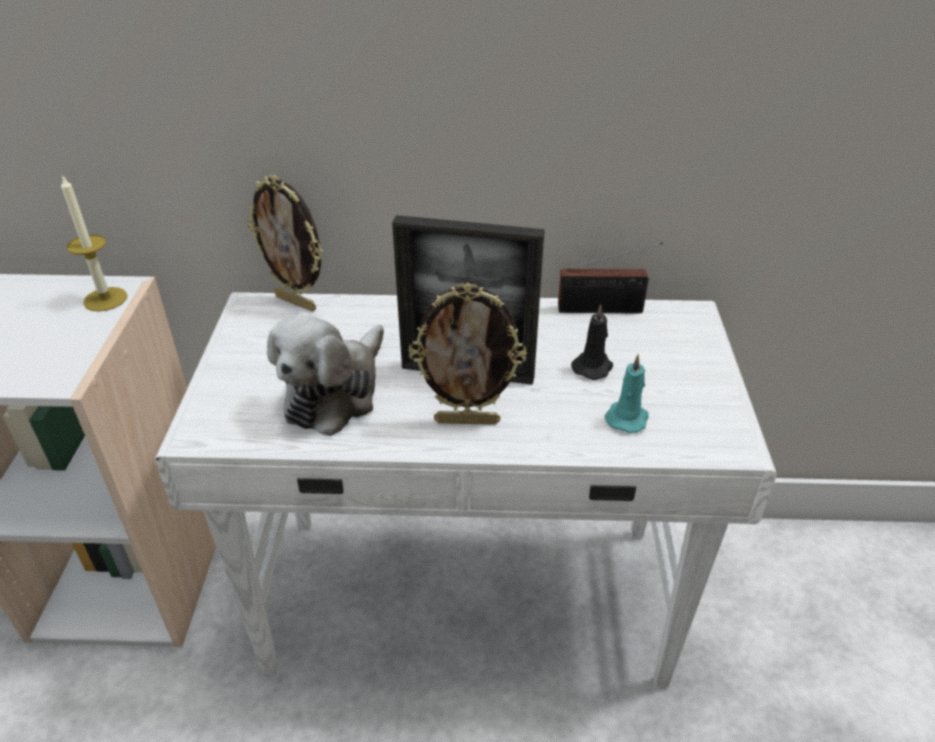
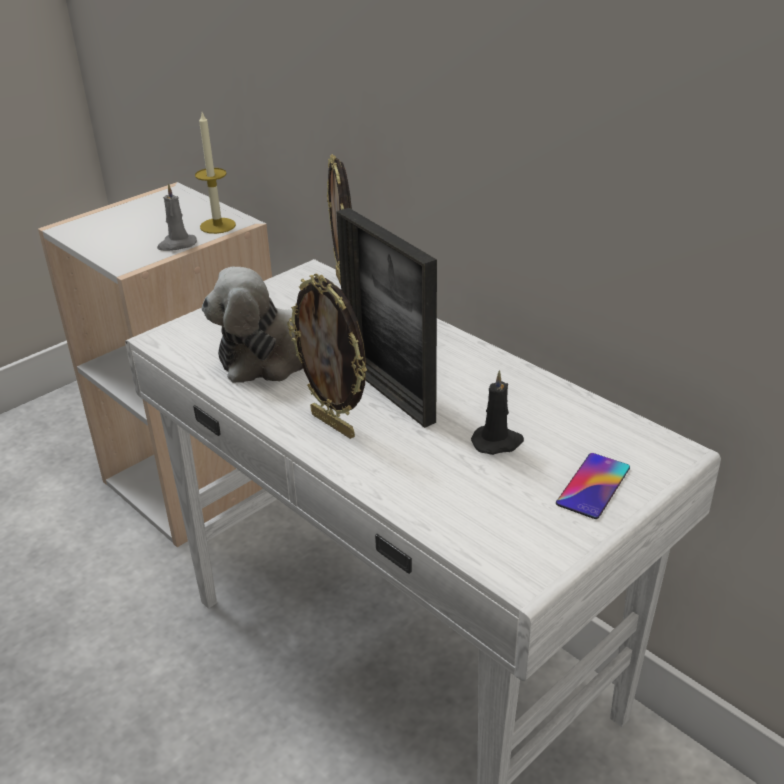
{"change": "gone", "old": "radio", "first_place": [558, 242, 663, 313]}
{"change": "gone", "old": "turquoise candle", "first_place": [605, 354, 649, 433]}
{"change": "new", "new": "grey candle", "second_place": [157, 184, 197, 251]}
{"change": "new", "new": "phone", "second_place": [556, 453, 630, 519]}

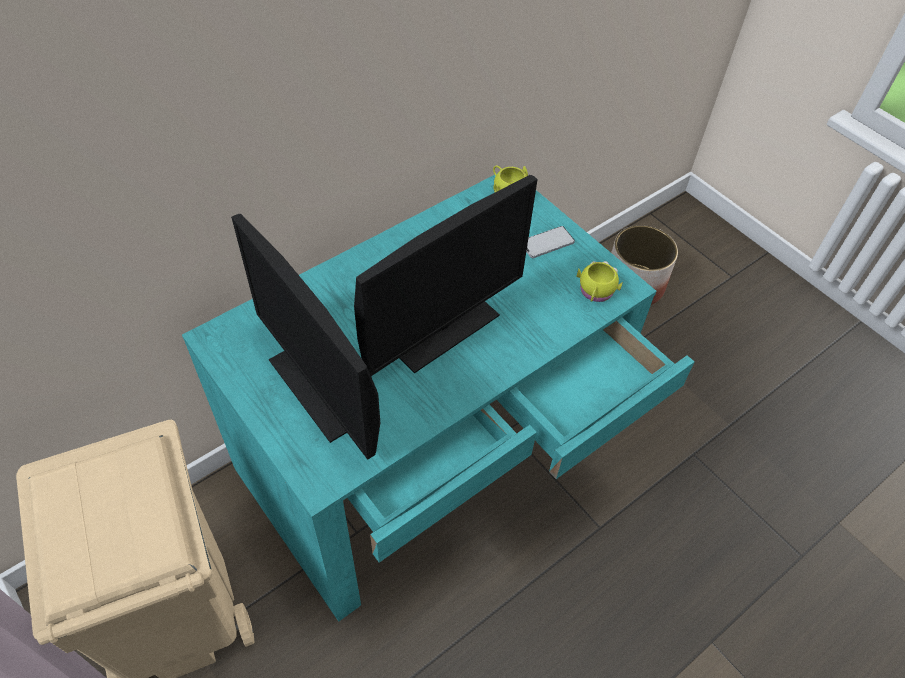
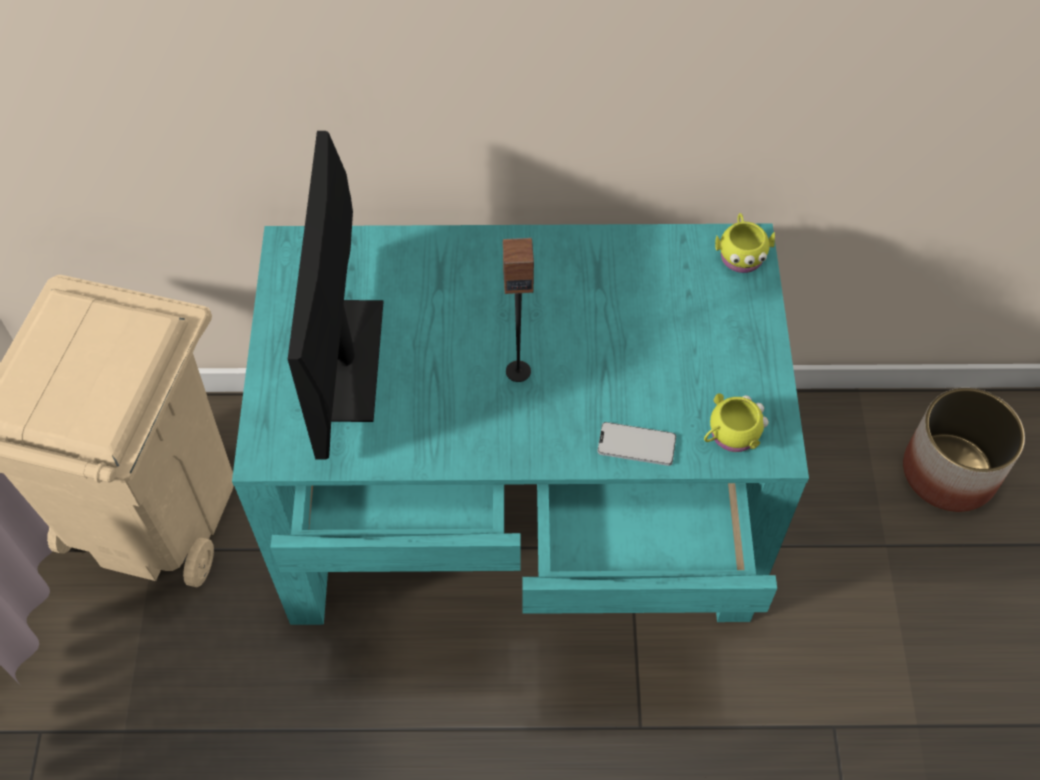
{"change": "swapped", "old": "monitor", "new": "speaker", "first_place": [354, 175, 538, 376], "second_place": [503, 238, 534, 382]}
{"change": "shifted", "old": "phone", "first_place": [526, 226, 575, 258], "second_place": [598, 422, 676, 466]}

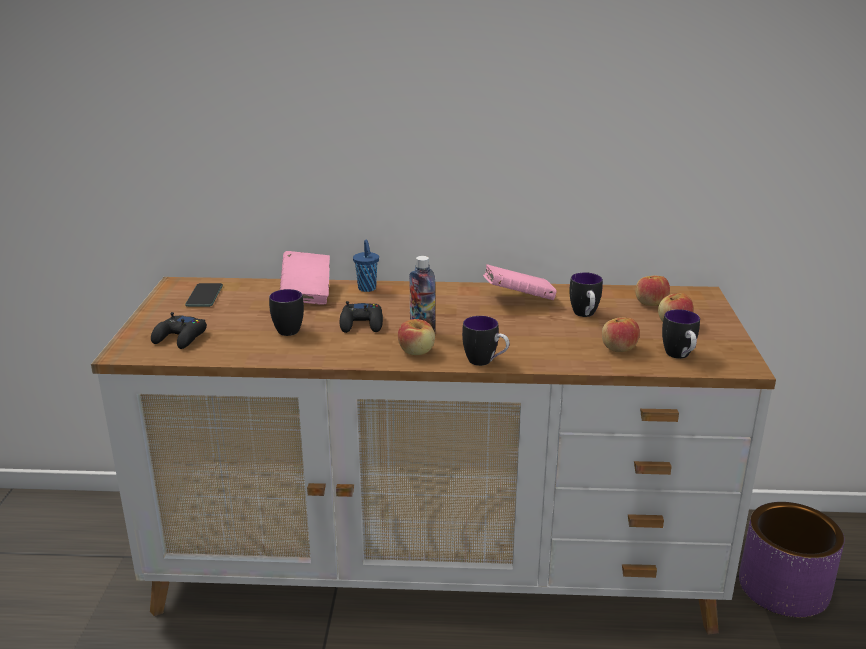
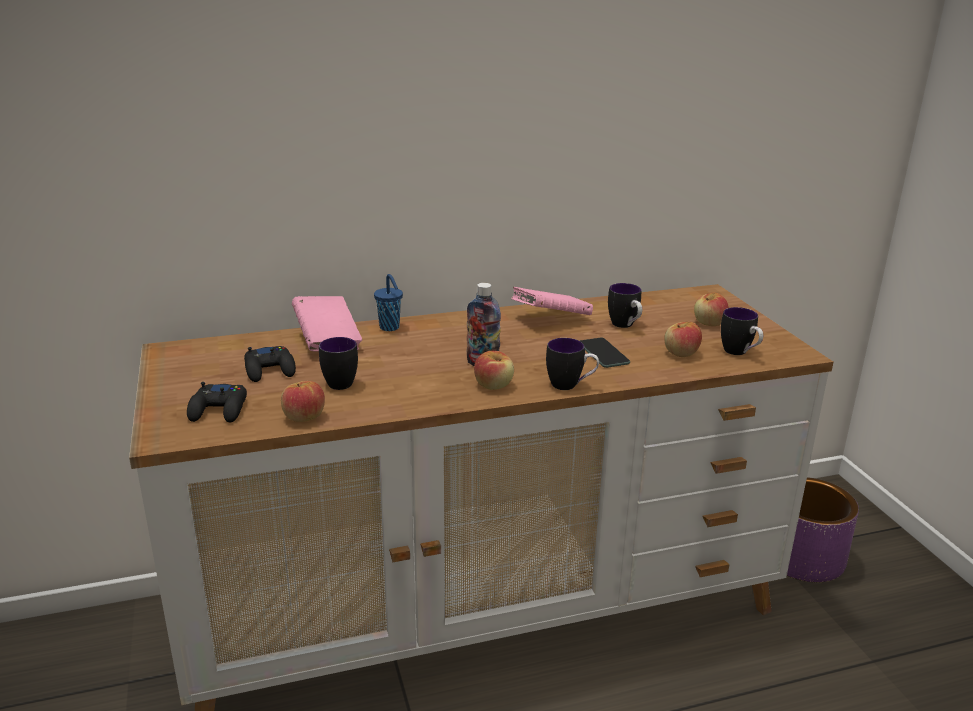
{"change": "shifted", "old": "phone", "first_place": [185, 283, 223, 307], "second_place": [580, 338, 630, 368]}
{"change": "shifted", "old": "black game controller", "first_place": [340, 301, 383, 333], "second_place": [244, 346, 296, 382]}
{"change": "shifted", "old": "apple", "first_place": [635, 276, 670, 306], "second_place": [281, 381, 325, 422]}

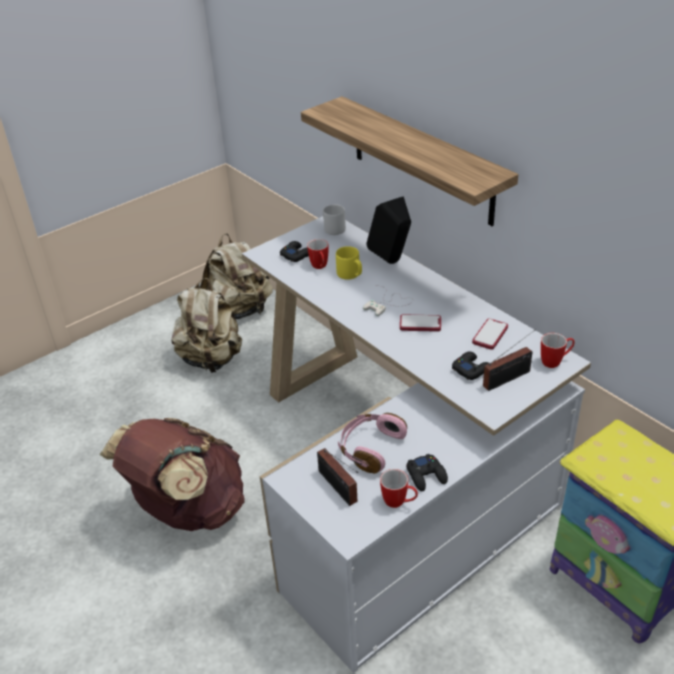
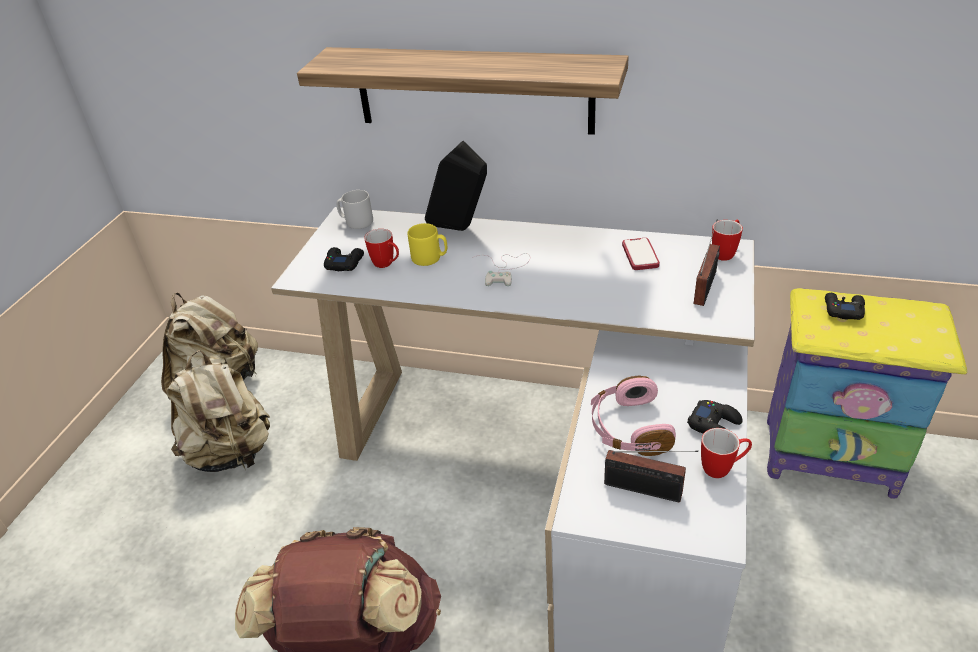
{"change": "gone", "old": "phone", "first_place": [400, 314, 441, 332]}
{"change": "shifted", "old": "black game controller", "first_place": [452, 351, 489, 380], "second_place": [825, 293, 865, 320]}

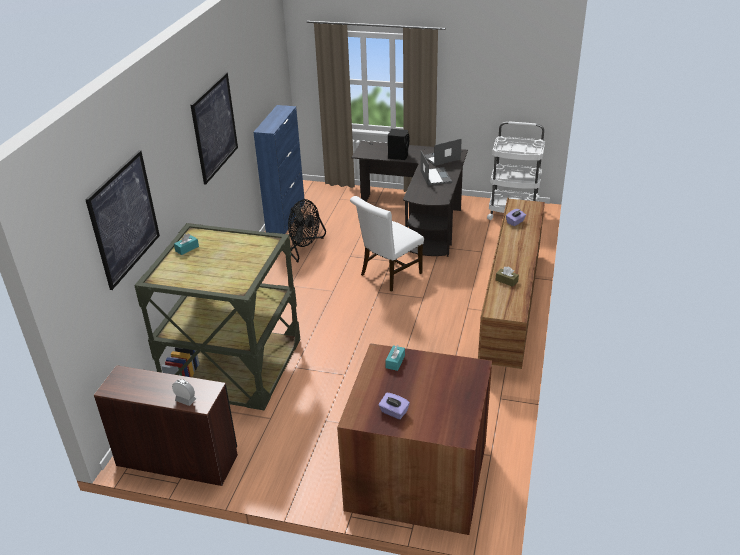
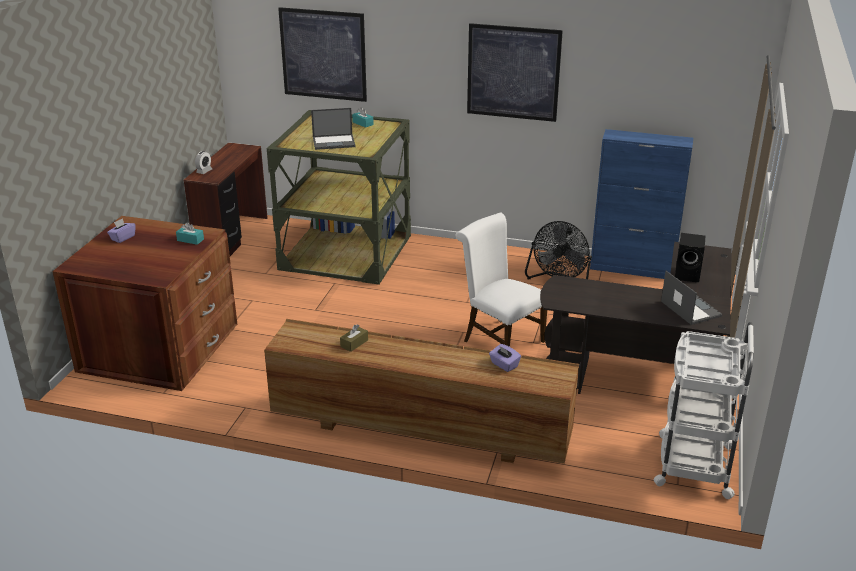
{"change": "shifted", "old": "laptop", "first_place": [420, 151, 452, 186], "second_place": [311, 108, 355, 150]}

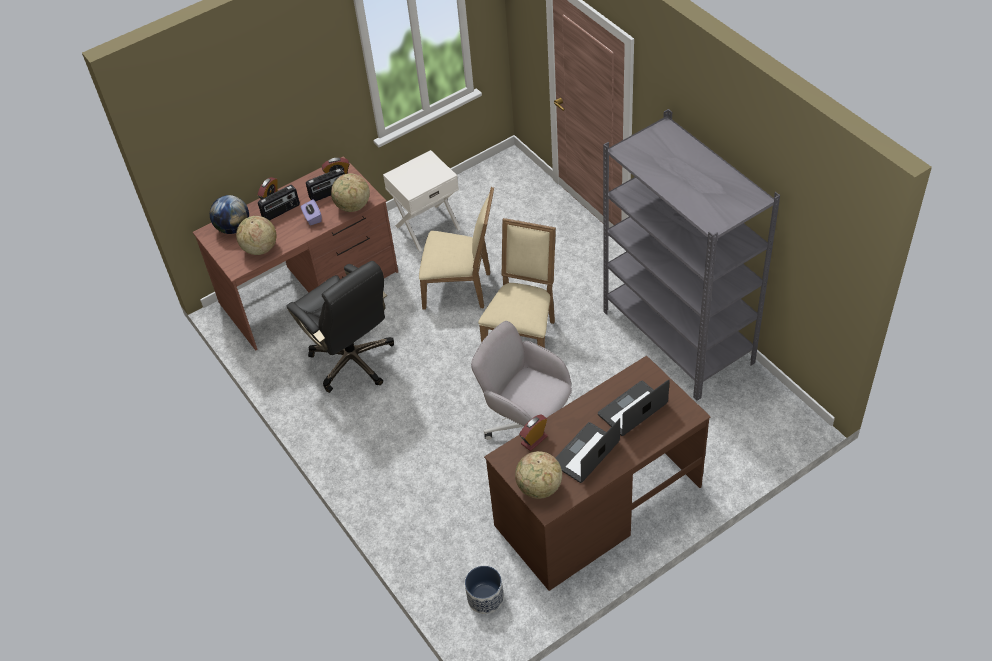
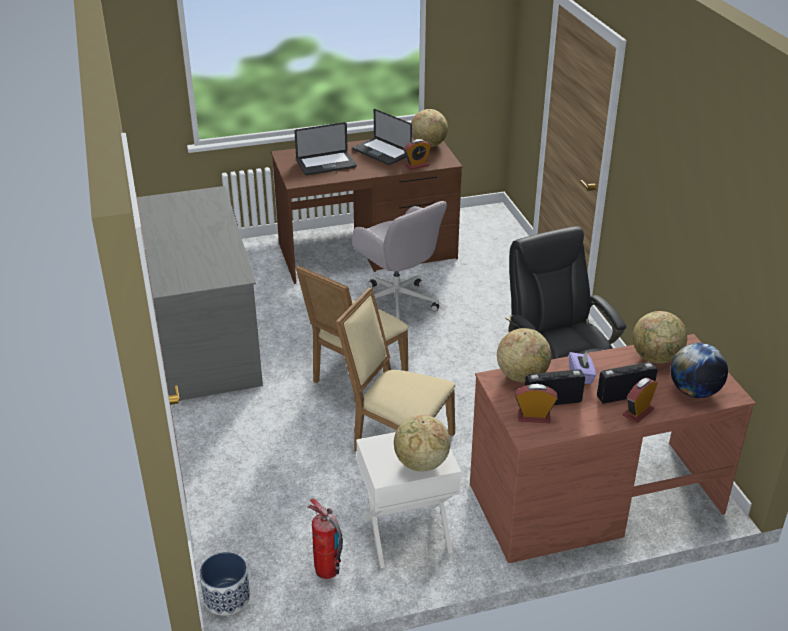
{"change": "shifted", "old": "planter", "first_place": [465, 566, 504, 614], "second_place": [200, 552, 250, 616]}
{"change": "rotated", "old": "laptop", "first_place": [556, 418, 620, 483], "second_place": [353, 109, 412, 165], "degrees": 75}
{"change": "swapped", "old": "grey bookcase", "new": "grey desk", "first_place": [603, 109, 780, 401], "second_place": [137, 186, 263, 400]}
{"change": "new", "new": "fire extinguisher", "second_place": [308, 498, 343, 579]}
{"change": "new", "new": "globe", "second_place": [394, 415, 450, 472]}

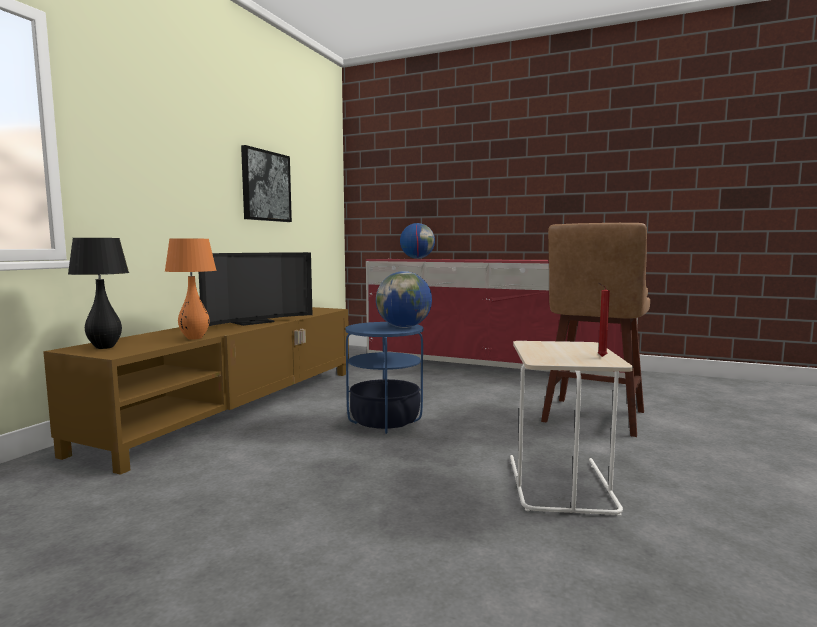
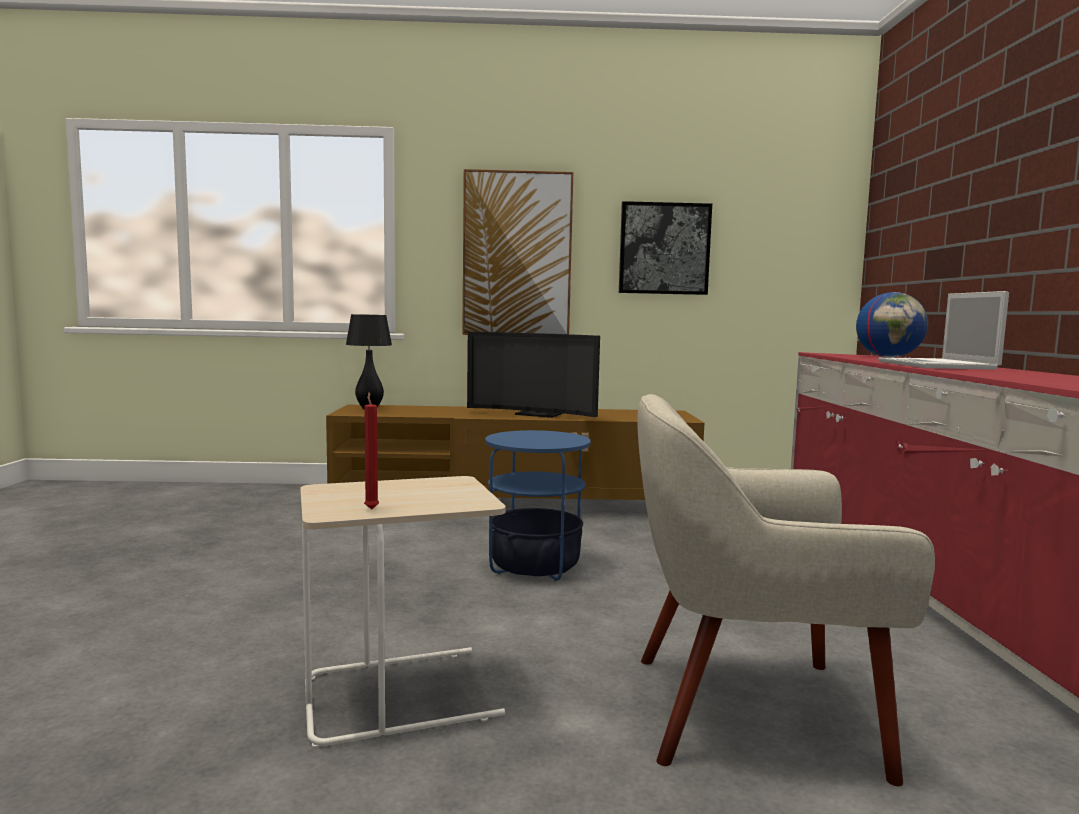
{"change": "gone", "old": "orange table lamp", "first_place": [165, 238, 217, 340]}
{"change": "gone", "old": "globe", "first_place": [376, 271, 432, 328]}
{"change": "swapped", "old": "brown stool", "new": "beige armchair", "first_place": [541, 223, 650, 437], "second_place": [637, 394, 935, 786]}
{"change": "new", "new": "picture", "second_place": [462, 169, 573, 335]}
{"change": "new", "new": "laptop", "second_place": [878, 291, 1009, 370]}

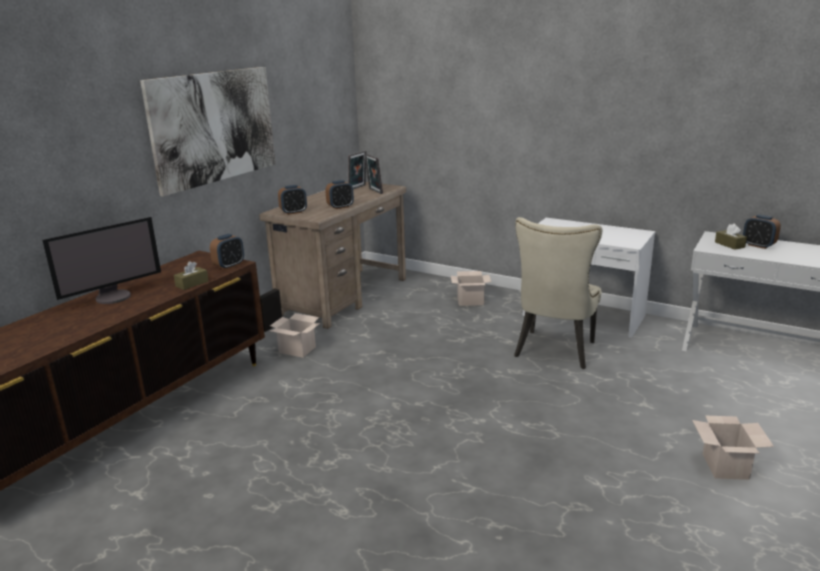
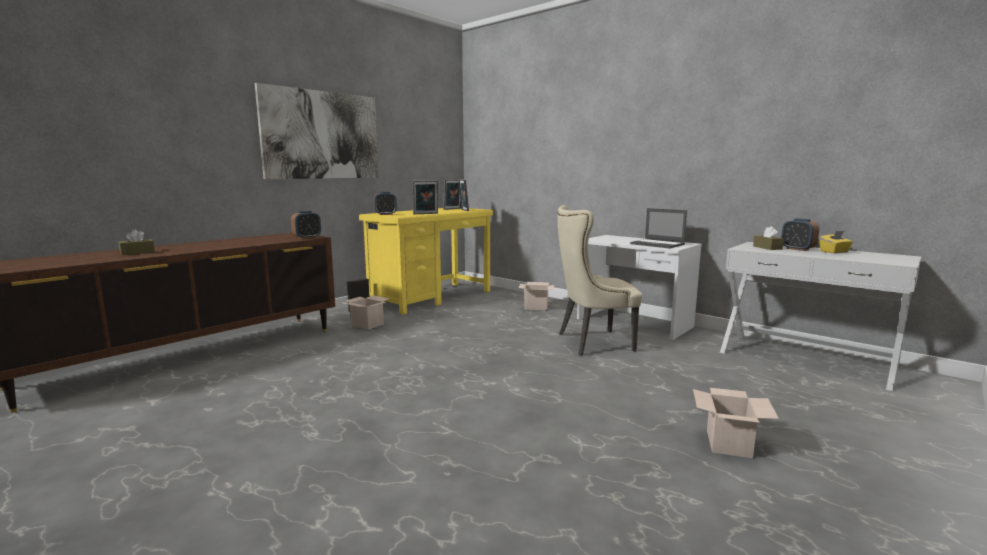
{"change": "gone", "old": "monitor", "first_place": [42, 217, 161, 304]}
{"change": "shifted", "old": "brown tissue box", "first_place": [174, 261, 208, 290], "second_place": [119, 229, 155, 255]}
{"change": "repainted", "old": "brown desk", "new": "yellow desk", "first_place": [259, 182, 406, 329], "second_place": [359, 208, 493, 315]}
{"change": "swapped", "old": "alarm clock", "new": "picture frame", "first_place": [325, 180, 354, 209], "second_place": [413, 181, 438, 214]}
{"change": "rotated", "old": "beige chair", "first_place": [514, 217, 603, 369], "second_place": [557, 205, 642, 356], "degrees": 45}
{"change": "new", "new": "laptop", "second_place": [630, 208, 687, 248]}
{"change": "new", "new": "yellow tissue box", "second_place": [819, 231, 853, 253]}

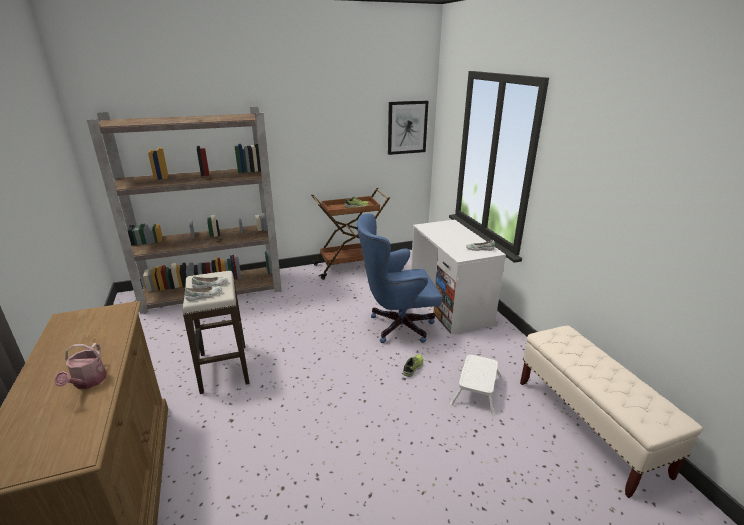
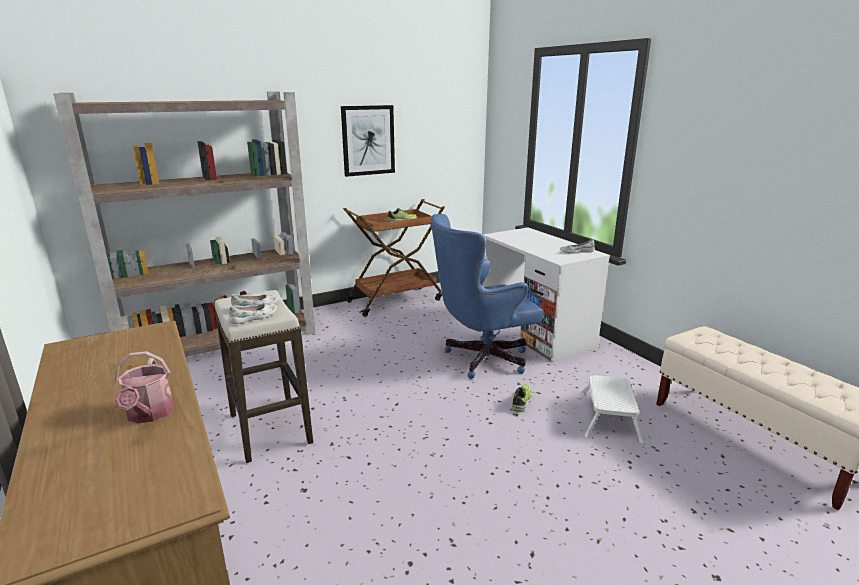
{"change": "shifted", "old": "picture", "first_place": [388, 101, 428, 155], "second_place": [341, 105, 395, 177]}

